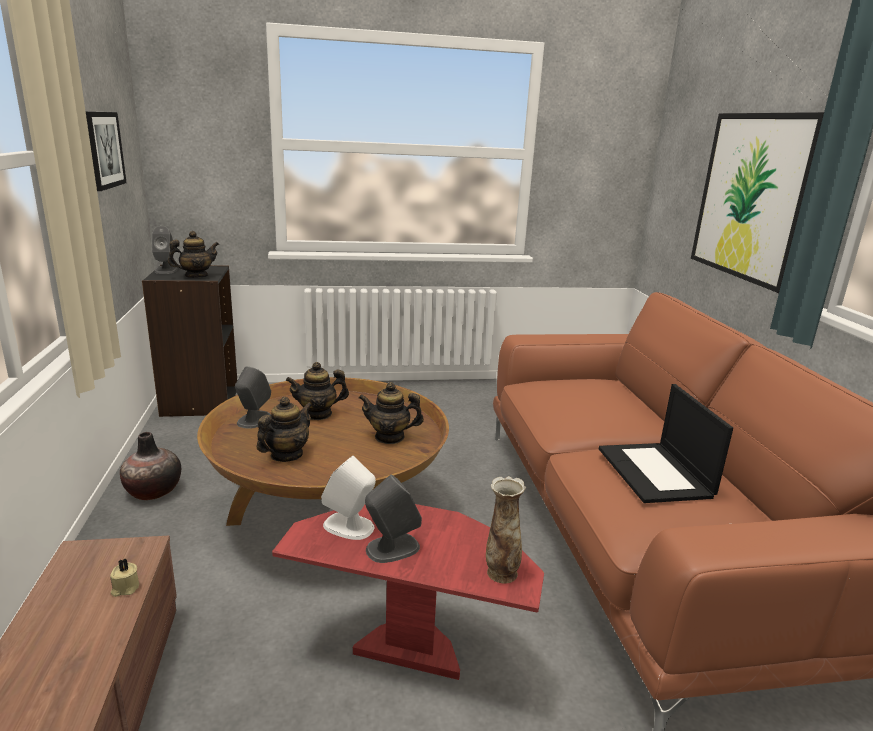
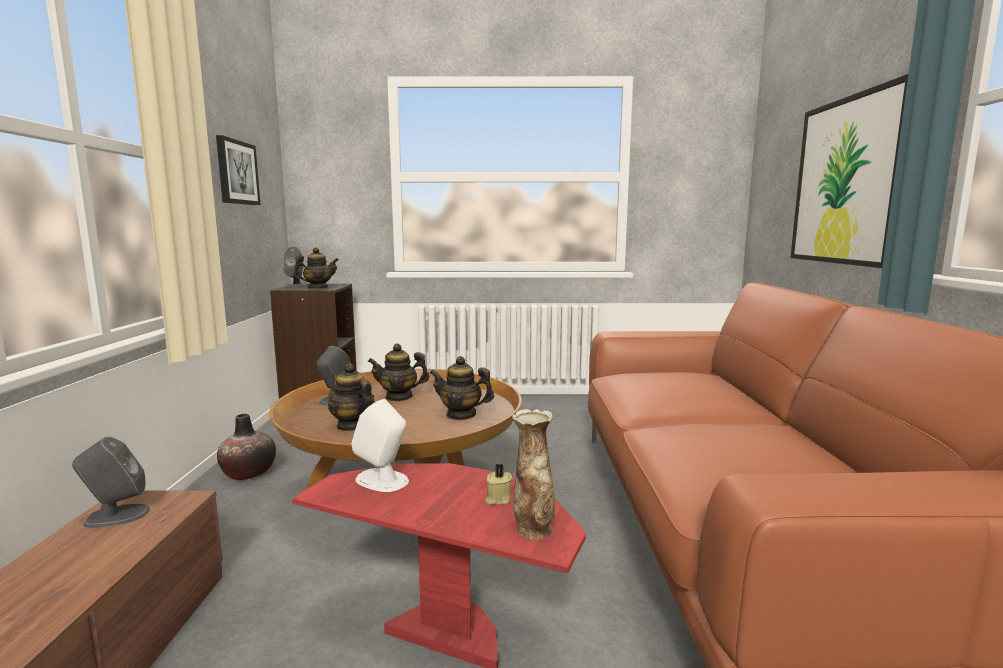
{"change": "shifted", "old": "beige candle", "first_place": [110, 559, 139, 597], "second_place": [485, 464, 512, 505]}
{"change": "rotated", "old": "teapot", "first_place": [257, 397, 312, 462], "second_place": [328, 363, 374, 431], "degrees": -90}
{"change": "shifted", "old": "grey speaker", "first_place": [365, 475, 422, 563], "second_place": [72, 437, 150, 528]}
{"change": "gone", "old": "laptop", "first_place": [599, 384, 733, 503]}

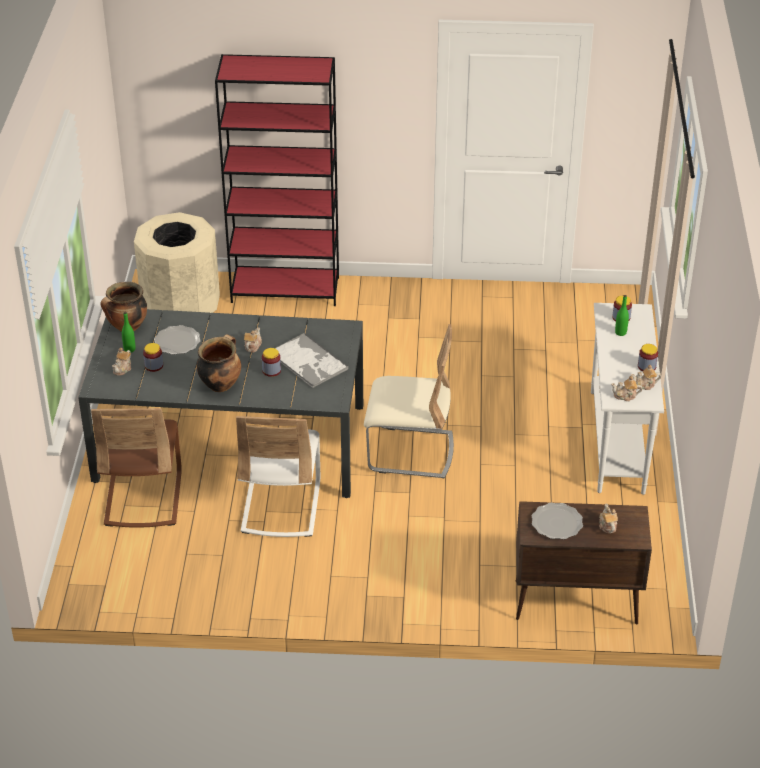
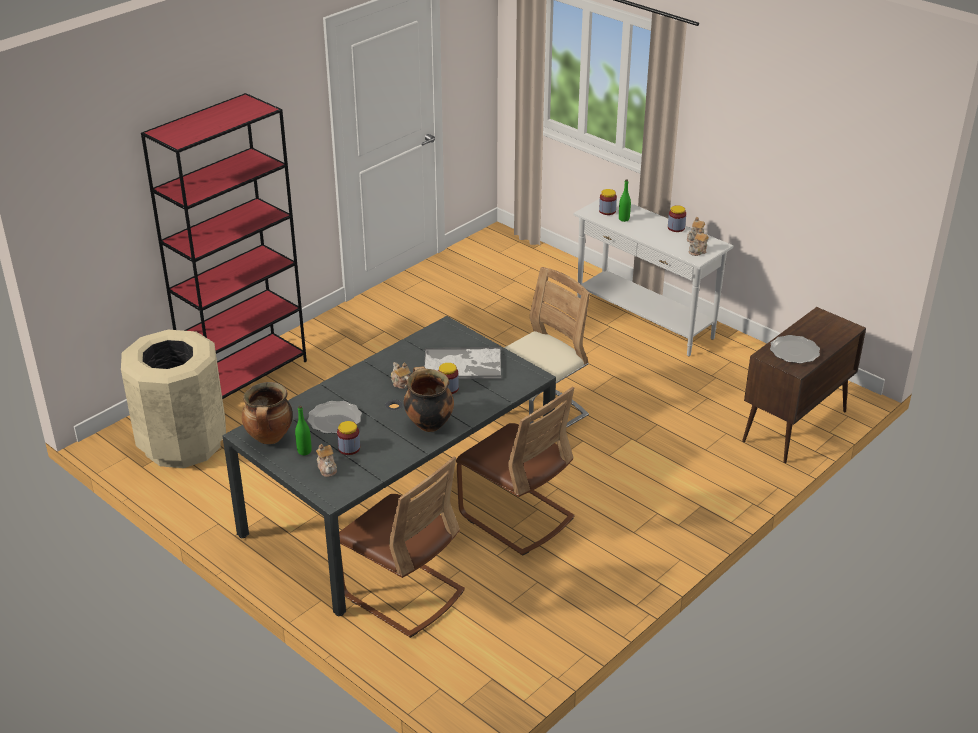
{"change": "repainted", "old": "white chair", "new": "brown chair", "first_place": [236, 416, 320, 537], "second_place": [456, 386, 575, 556]}
{"change": "gone", "old": "teapot", "first_place": [599, 504, 618, 533]}

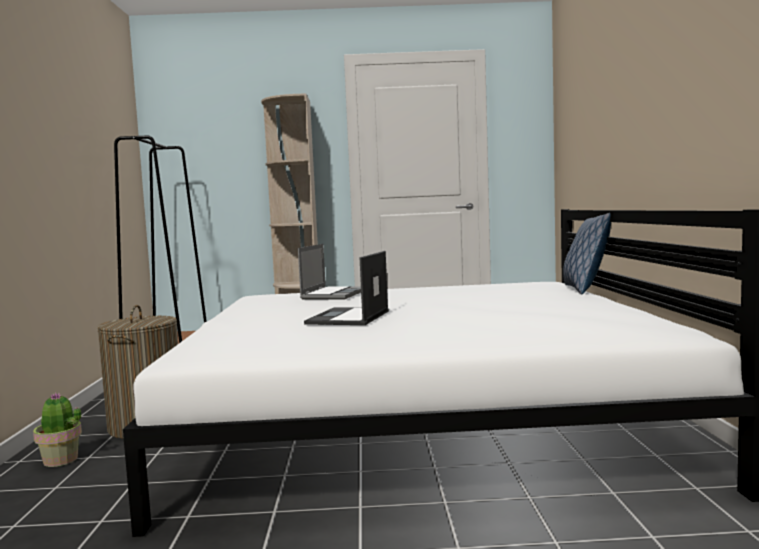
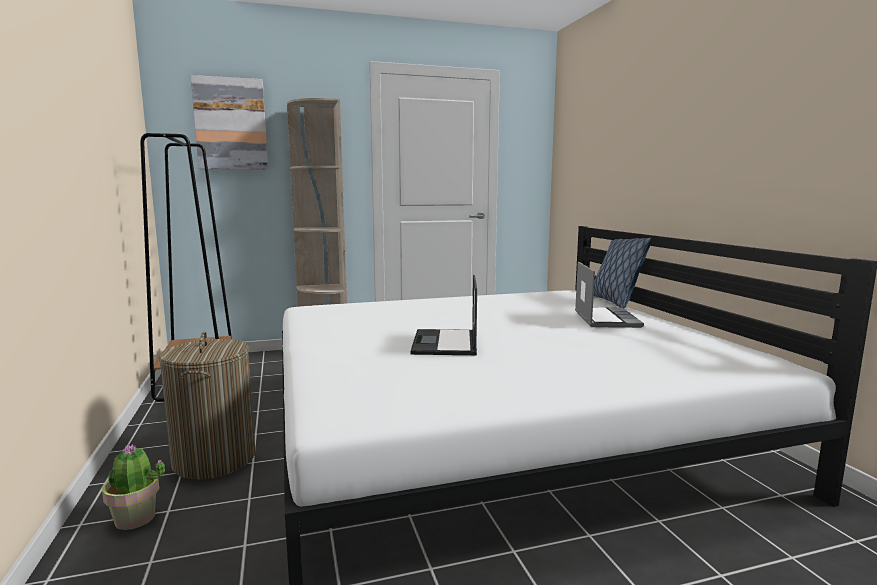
{"change": "shifted", "old": "laptop", "first_place": [298, 244, 361, 300], "second_place": [575, 262, 644, 328]}
{"change": "new", "new": "picture", "second_place": [191, 75, 268, 170]}

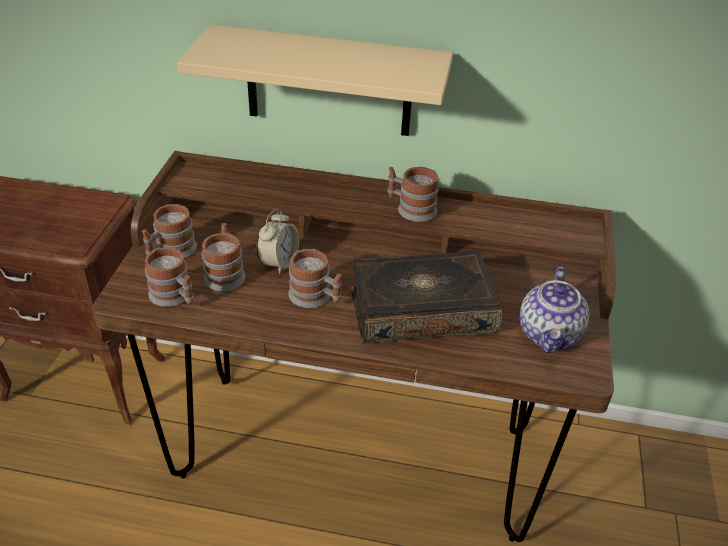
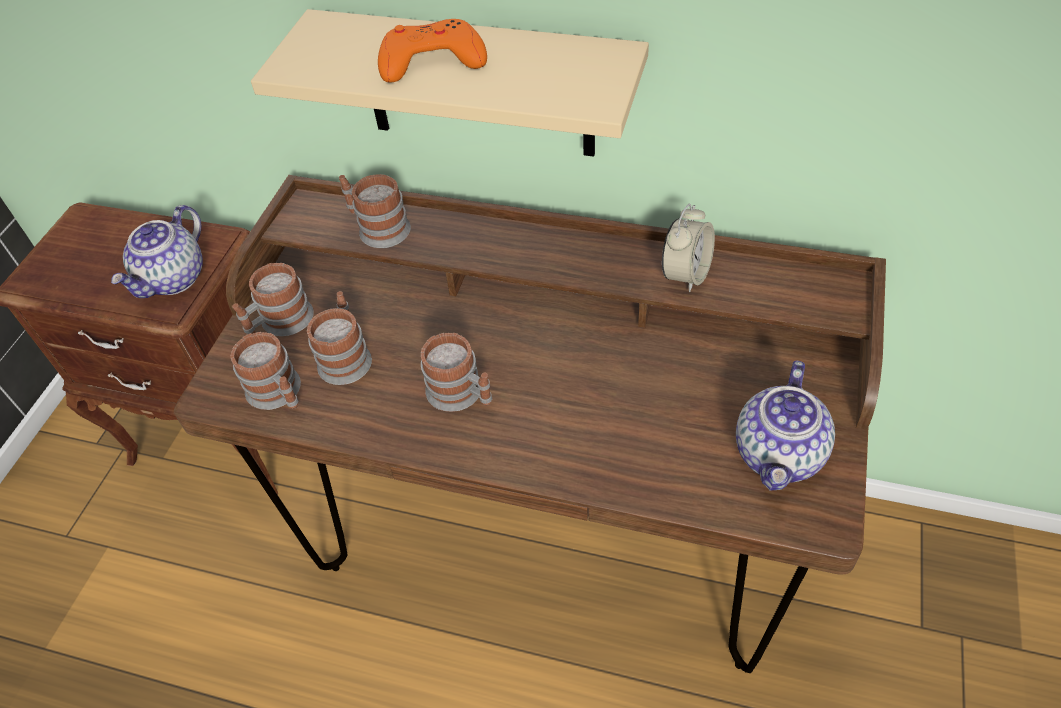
{"change": "shifted", "old": "alarm clock", "first_place": [257, 209, 299, 274], "second_place": [662, 203, 715, 292]}
{"change": "gone", "old": "book", "first_place": [351, 250, 503, 344]}
{"change": "shifted", "old": "mug", "first_place": [388, 167, 439, 222], "second_place": [339, 174, 411, 248]}
{"change": "new", "new": "teapot", "second_place": [111, 205, 203, 298]}
{"change": "new", "new": "orange game controller", "second_place": [378, 19, 487, 83]}

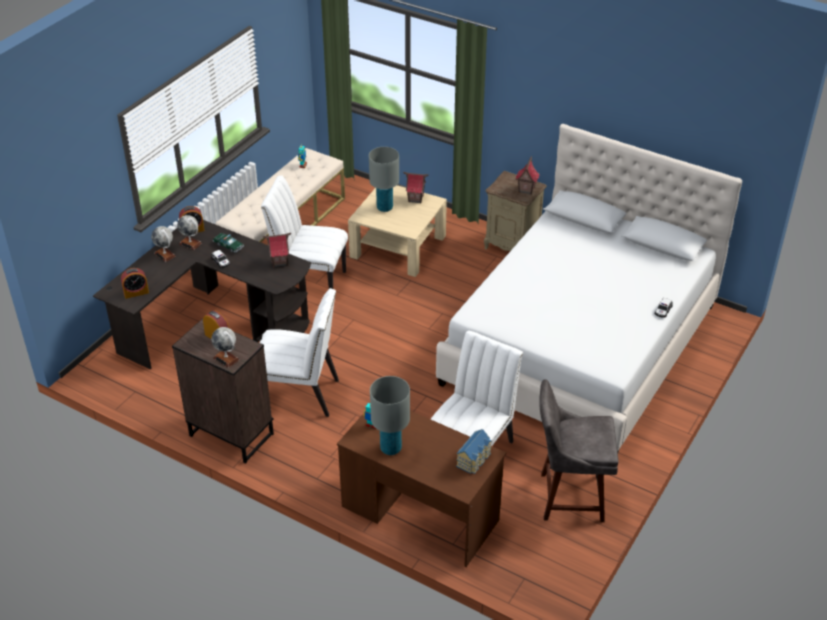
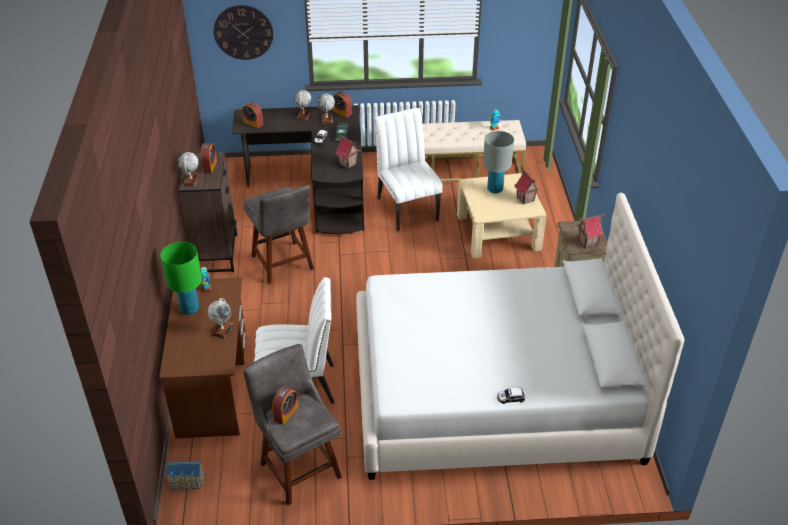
{"change": "swapped", "old": "white chair", "new": "grey stool", "first_place": [260, 288, 339, 417], "second_place": [244, 184, 314, 284]}
{"change": "repainted", "old": "grey table lamp", "new": "green table lamp", "first_place": [370, 376, 410, 455], "second_place": [160, 242, 202, 315]}
{"change": "shifted", "old": "toy house", "first_place": [456, 429, 491, 474], "second_place": [166, 462, 204, 489]}
{"change": "new", "new": "globe", "second_place": [208, 298, 233, 339]}
{"change": "new", "new": "wall clock", "second_place": [214, 5, 273, 60]}
{"change": "new", "new": "alarm clock", "second_place": [272, 386, 298, 425]}

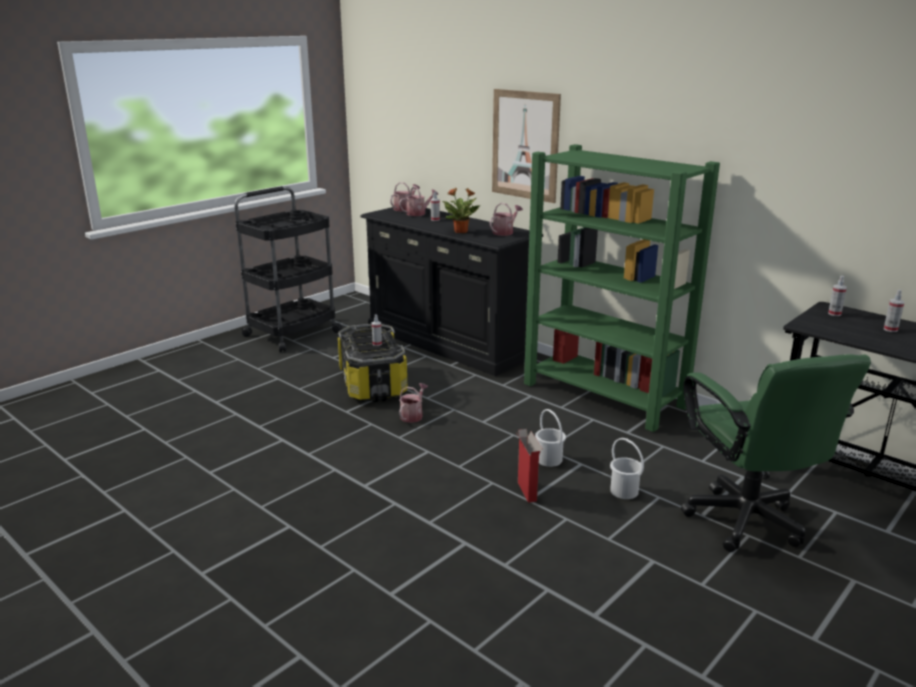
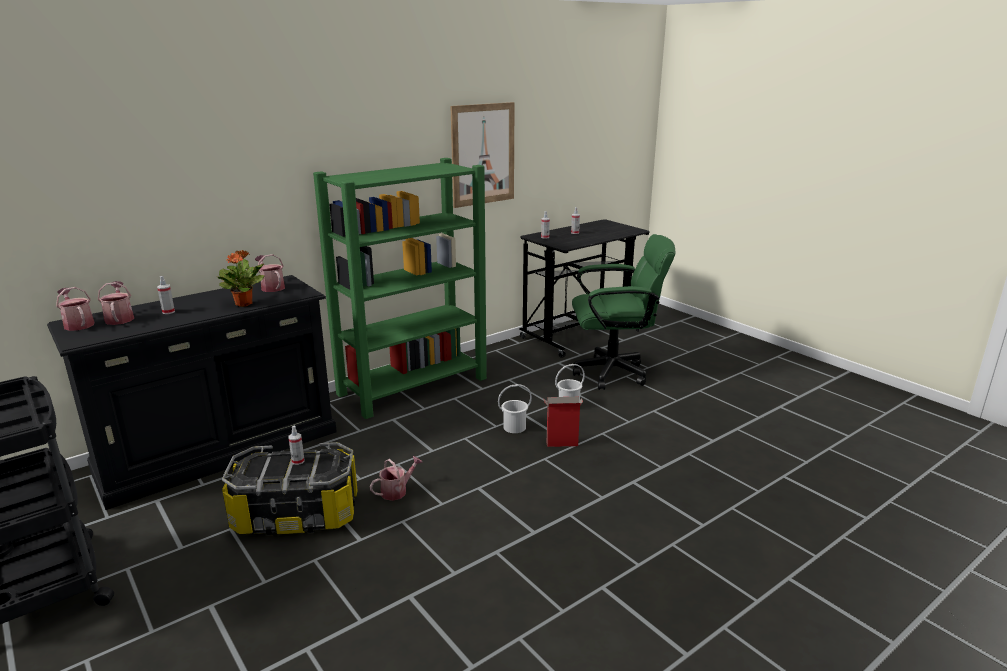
{"change": "rotated", "old": "watering can", "first_place": [399, 383, 428, 423], "second_place": [370, 456, 422, 501], "degrees": 105}
{"change": "shifted", "old": "picture", "first_place": [492, 89, 561, 203], "second_place": [450, 102, 515, 208]}

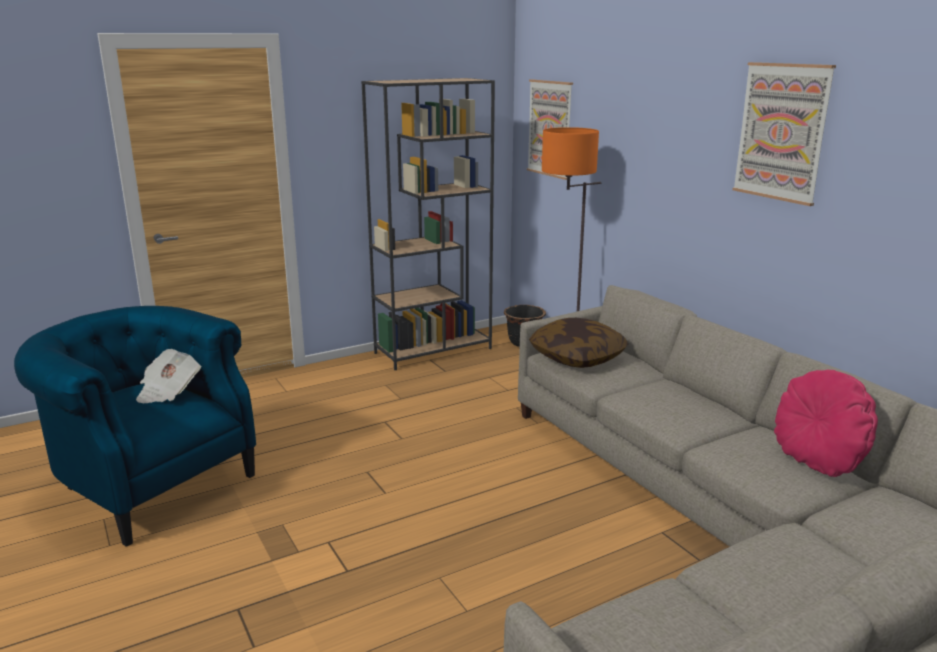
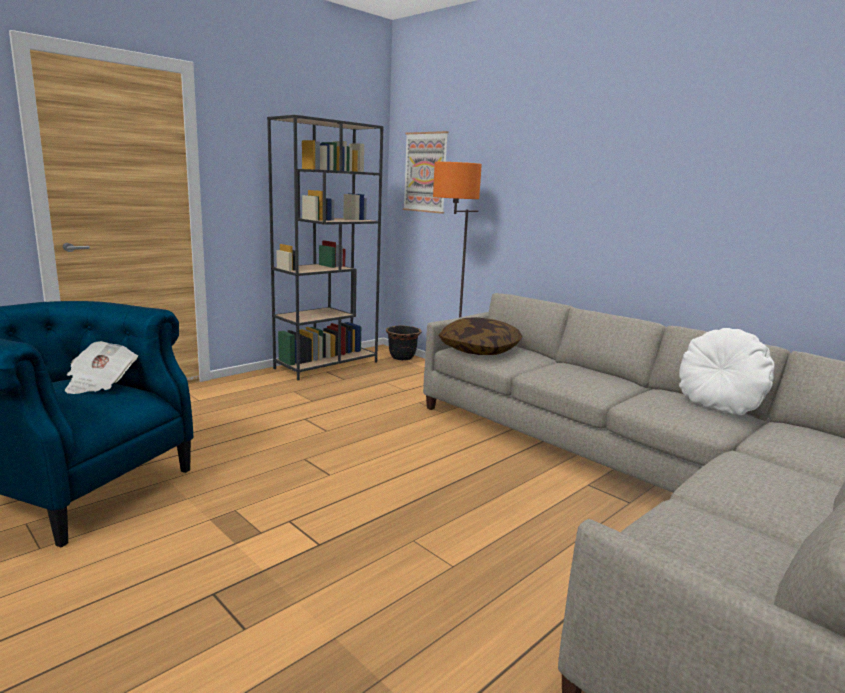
{"change": "gone", "old": "picture", "first_place": [732, 62, 836, 206]}
{"change": "repainted", "old": "pink pillow", "new": "white pillow", "first_place": [774, 370, 878, 477], "second_place": [679, 328, 775, 415]}

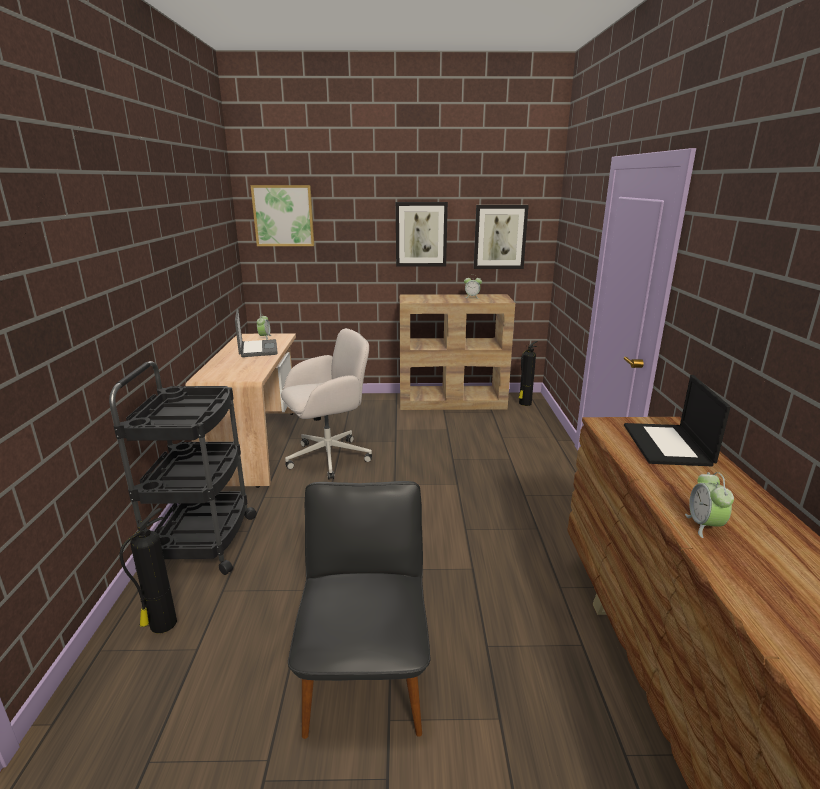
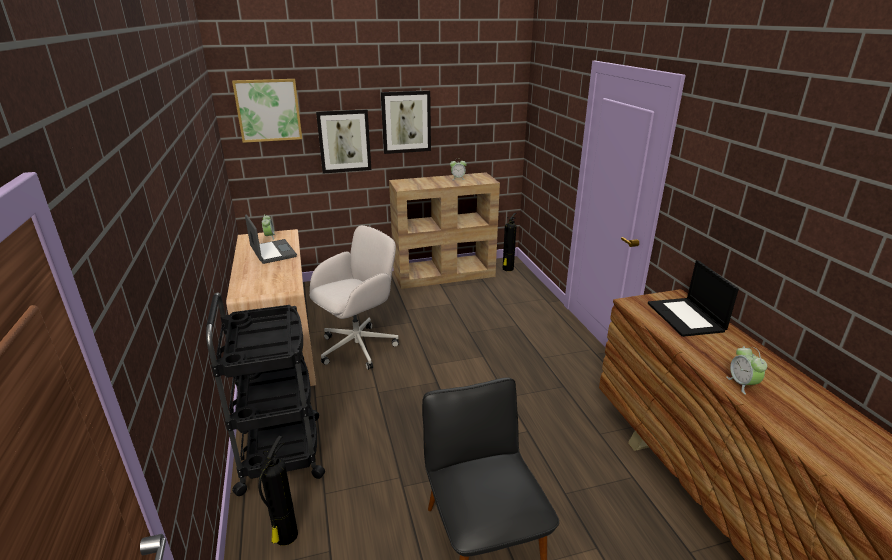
{"change": "shifted", "old": "picture", "first_place": [473, 205, 529, 269], "second_place": [316, 109, 371, 173]}

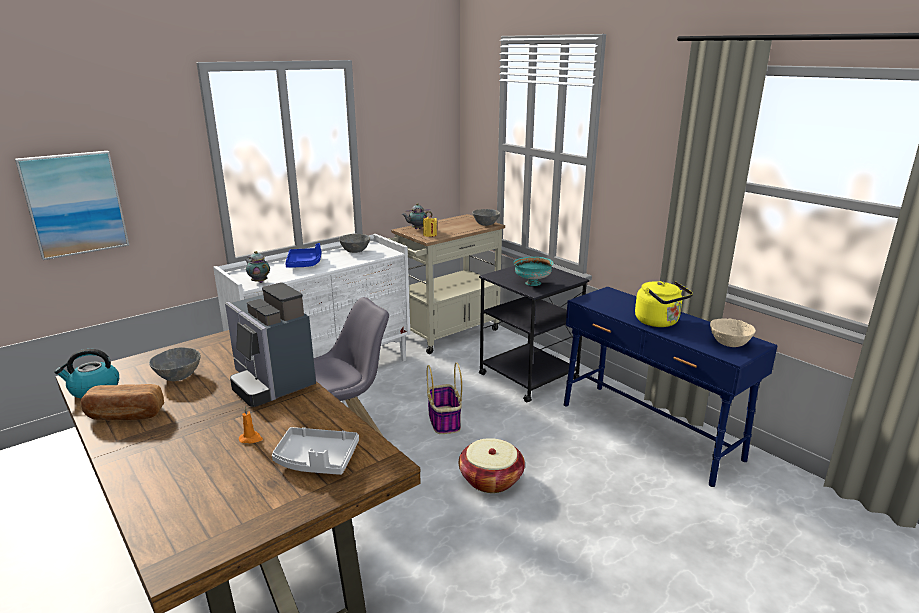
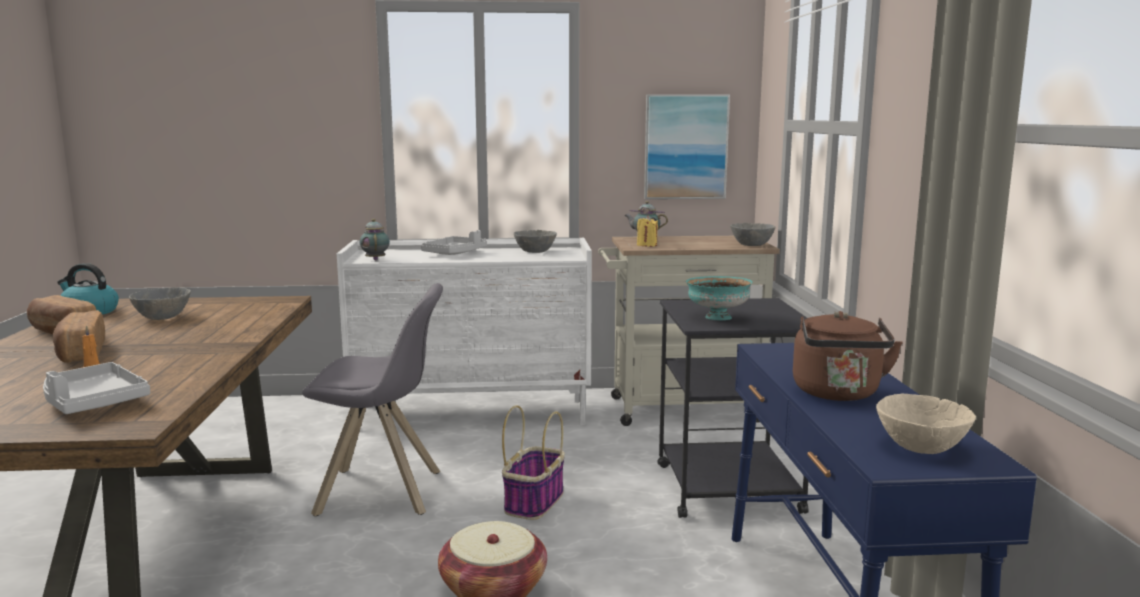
{"change": "shifted", "old": "picture", "first_place": [15, 151, 129, 260], "second_place": [644, 94, 730, 199]}
{"change": "gone", "old": "coffee machine", "first_place": [225, 282, 316, 407]}
{"change": "repainted", "old": "blue tray", "new": "grey tray", "first_place": [285, 243, 321, 268], "second_place": [421, 230, 487, 255]}
{"change": "repainted", "old": "yellow kettle", "new": "brown kettle", "first_place": [635, 281, 693, 327], "second_place": [793, 311, 903, 401]}
{"change": "new", "new": "bread", "second_place": [53, 310, 105, 363]}

